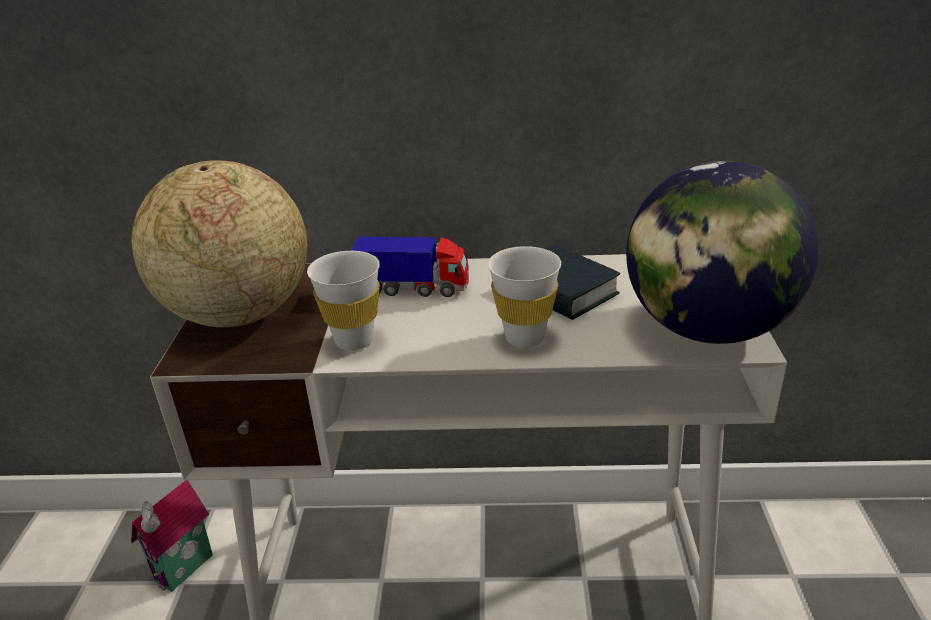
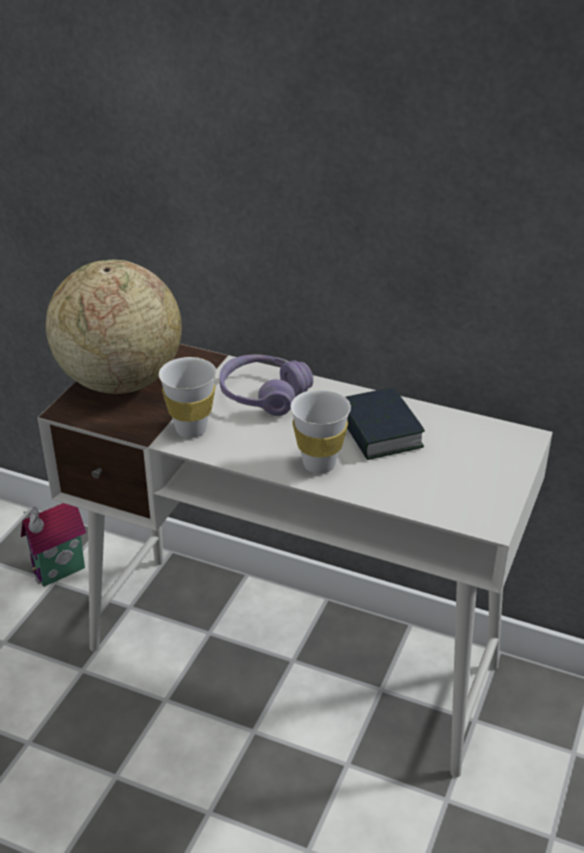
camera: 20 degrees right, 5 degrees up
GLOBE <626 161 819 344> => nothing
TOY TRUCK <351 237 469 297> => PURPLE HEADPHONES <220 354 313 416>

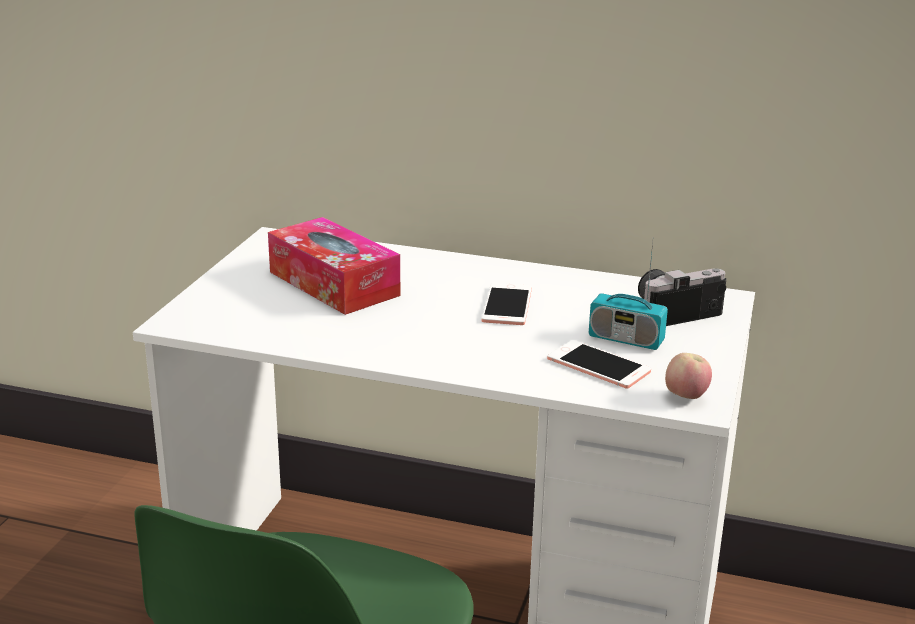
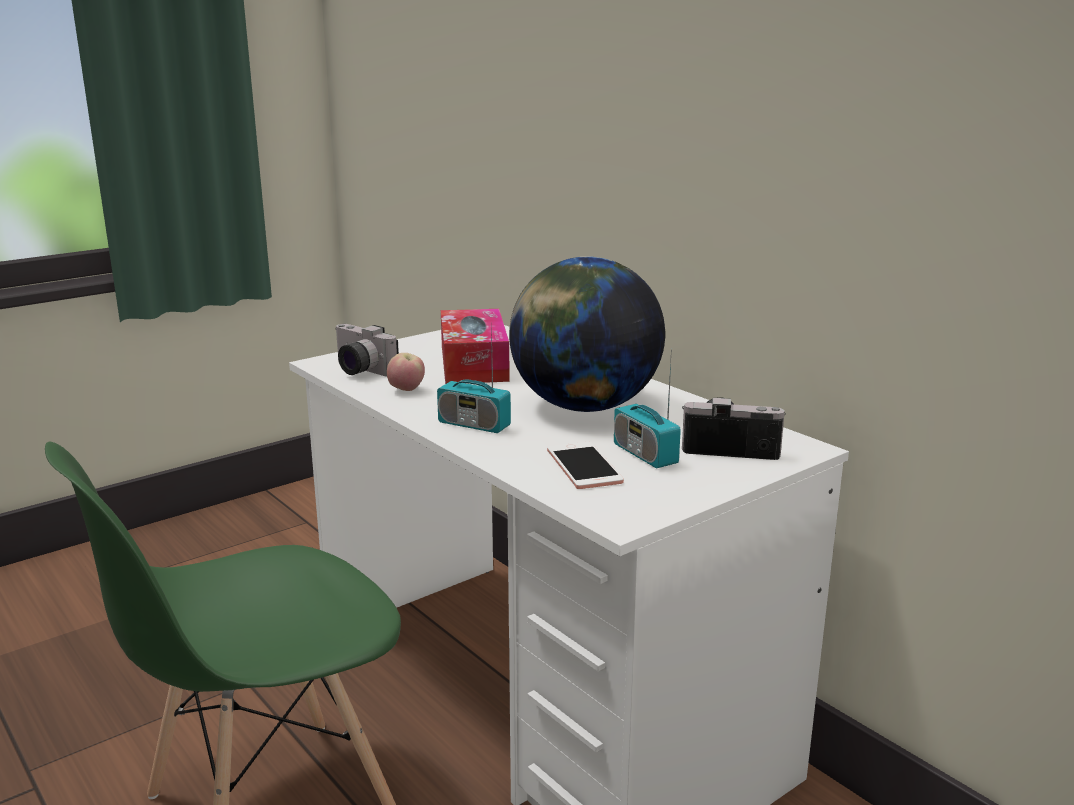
camera: 35 degrees right, 5 degrees down
nothing => PHOTO CAMERA <335 324 399 377>
nothing => RADIO <437 322 511 433>
APPLE <665 353 712 399> => APPLE <387 353 425 391>, move
PHONE <481 283 532 325> => GLOBE <509 257 665 412>

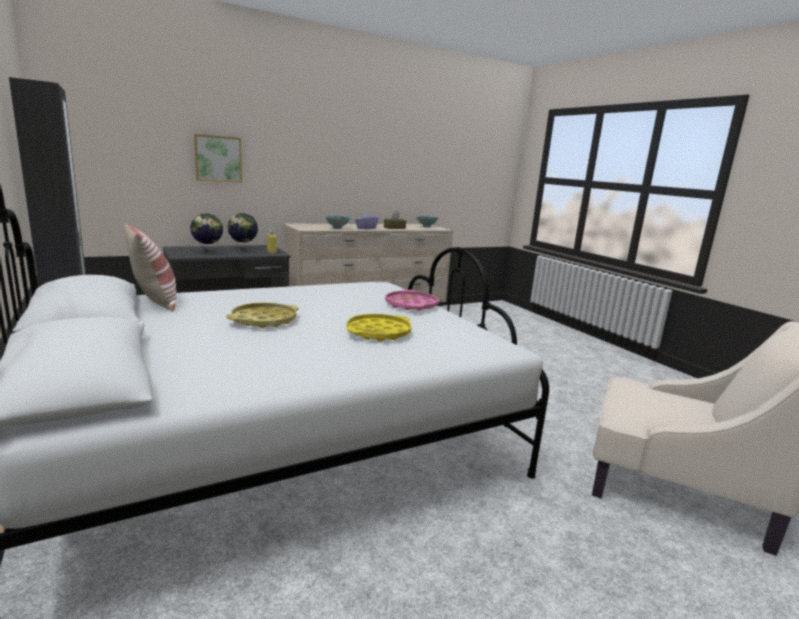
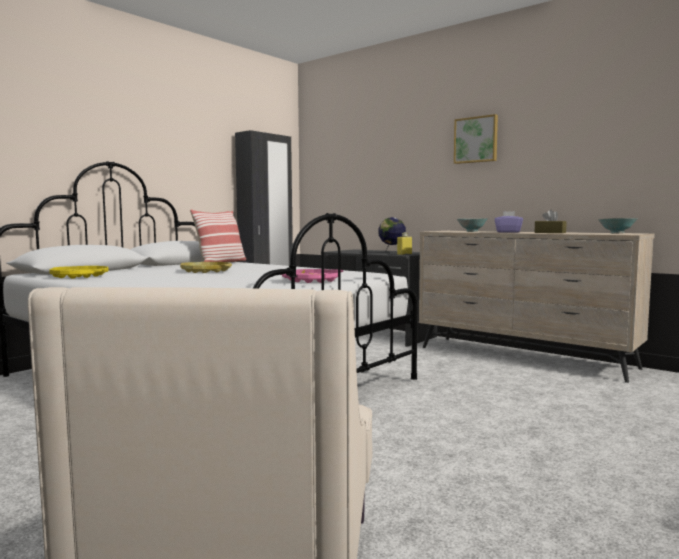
camera: 70 degrees right, 10 degrees down
GLOBE <190 214 223 253> => nothing
PICTURE <194 134 242 182> => PICTURE <454 114 498 164>, move
YELLOW TRAY <346 314 412 342> => YELLOW TRAY <49 266 109 279>, move

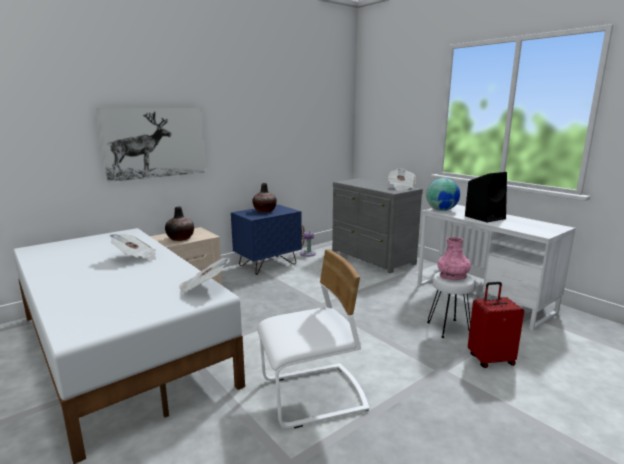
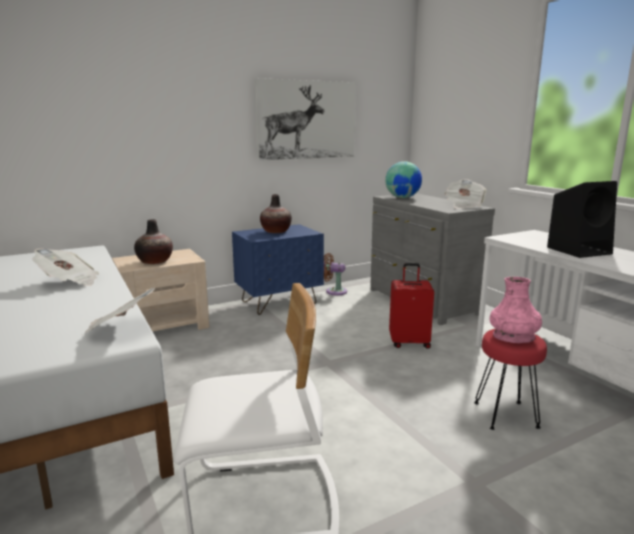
camera: 10 degrees right, 0 degrees up
PICTURE <96 107 205 182> => PICTURE <255 78 356 161>, move
GLOBE <426 178 460 211> => GLOBE <385 161 422 198>, move
RED SUITCASE <468 282 524 368> => RED SUITCASE <389 263 434 349>, move
WHITE STOOL <427 272 474 338> => RED STOOL <474 329 547 430>

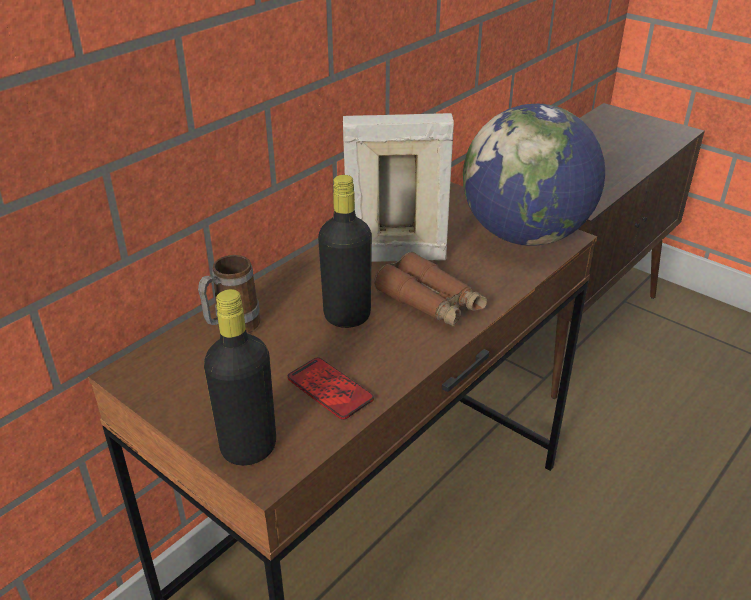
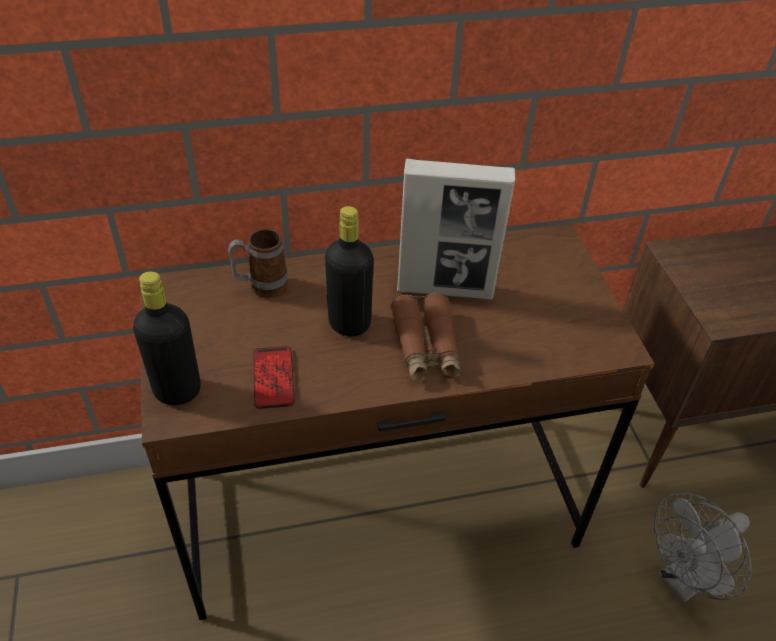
camera: 35 degrees right, 10 degrees up
GLOBE <463 104 605 245> => nothing
nothing => GREY FAN <654 492 752 603>
PICTURE FRAME <343 113 454 262> => PICTURE FRAME <397 159 515 300>, 150 degrees clockwise

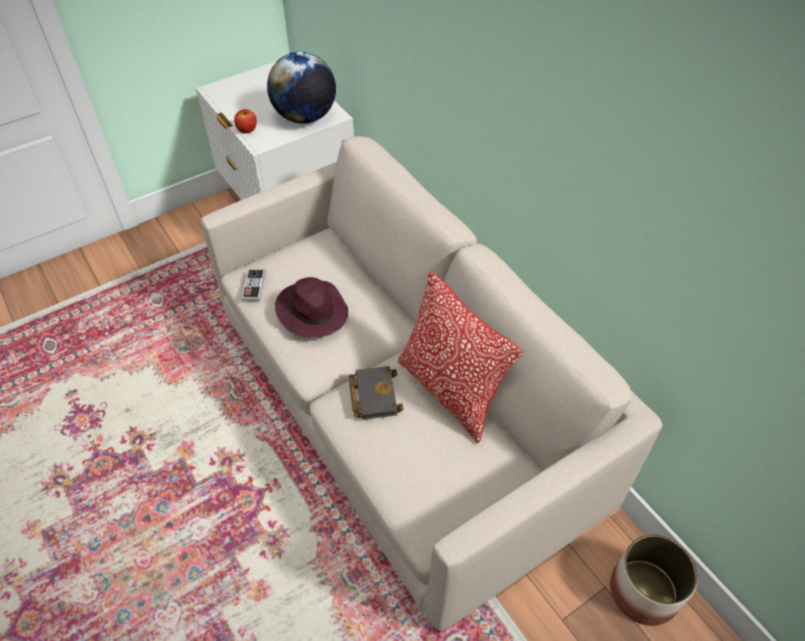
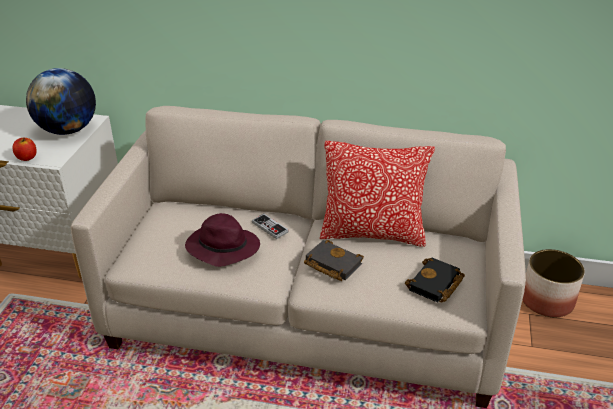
camera: 45 degrees left, 15 degrees down
nothing => BLACK BOOK <405 257 465 303>
GAME CONTROLLER <242 269 266 301> => GAME CONTROLLER <252 214 289 239>, move

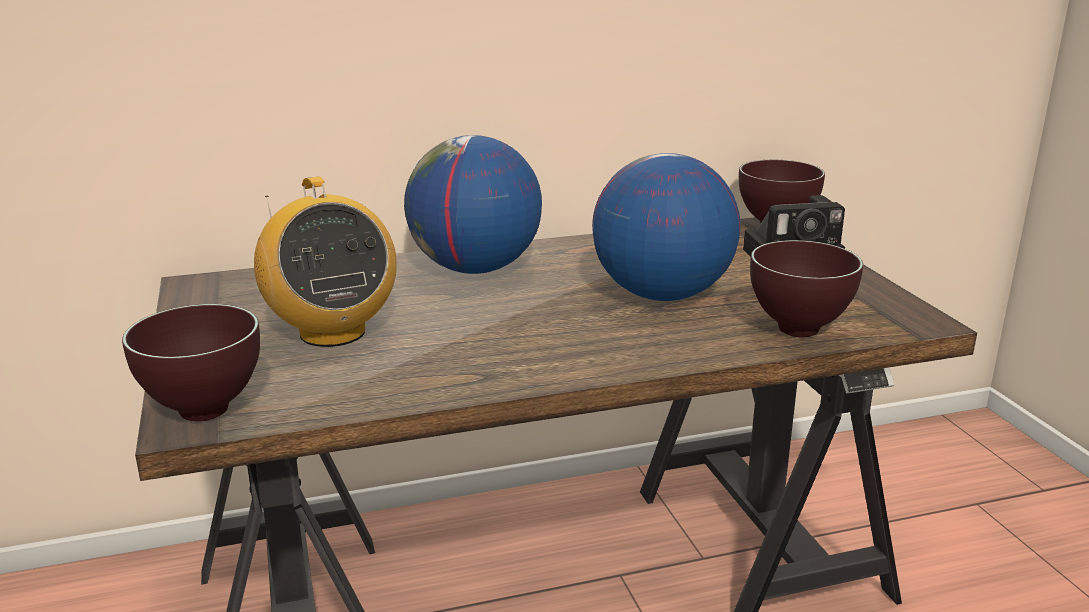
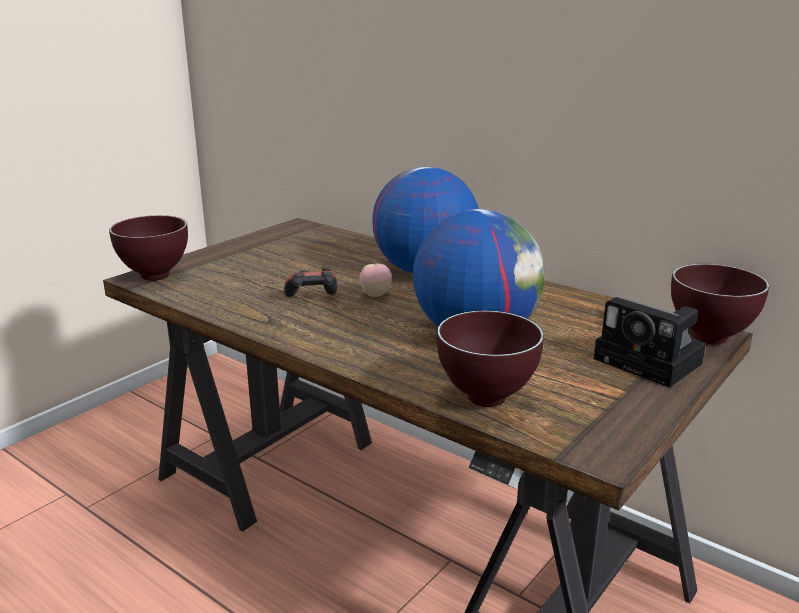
camera: 55 degrees right, 0 degrees up
RADIO <254 177 397 347> => nothing
nothing => GAME CONTROLLER <284 267 337 297>
nothing => APPLE <359 261 392 297>

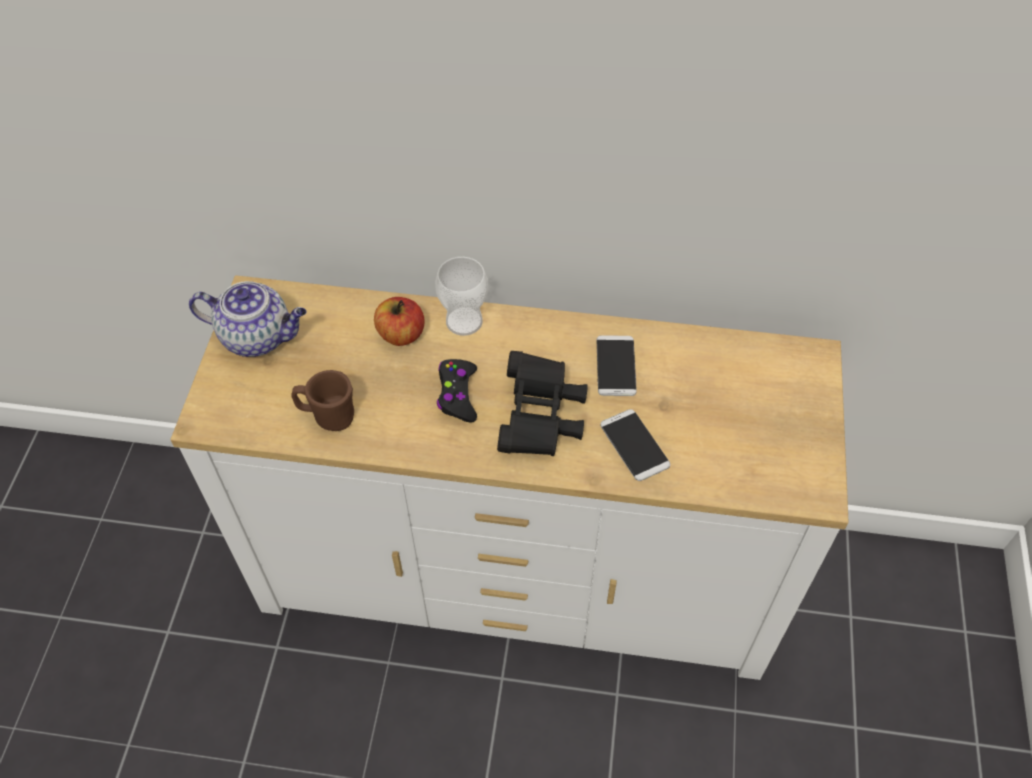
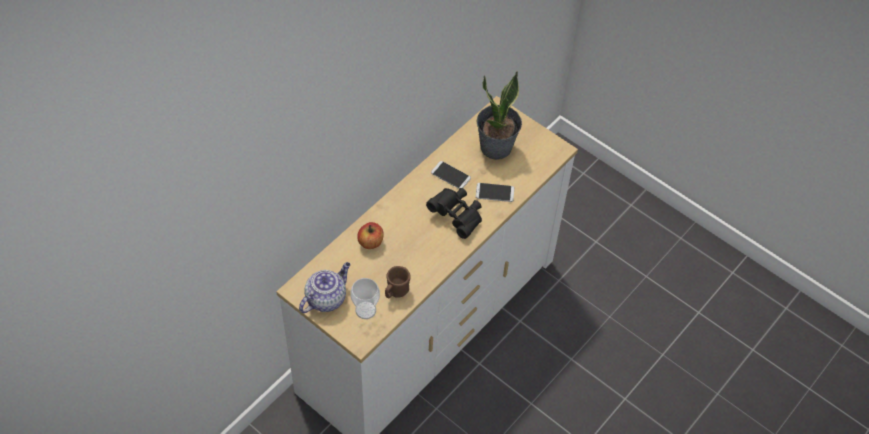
camera: 60 degrees left, 0 degrees up
BLACK GAME CONTROLLER <437 359 477 423> => nothing
nothing => POTTED PLANT <476 71 522 160>
CUP <435 257 488 336> => CUP <350 278 380 319>, move

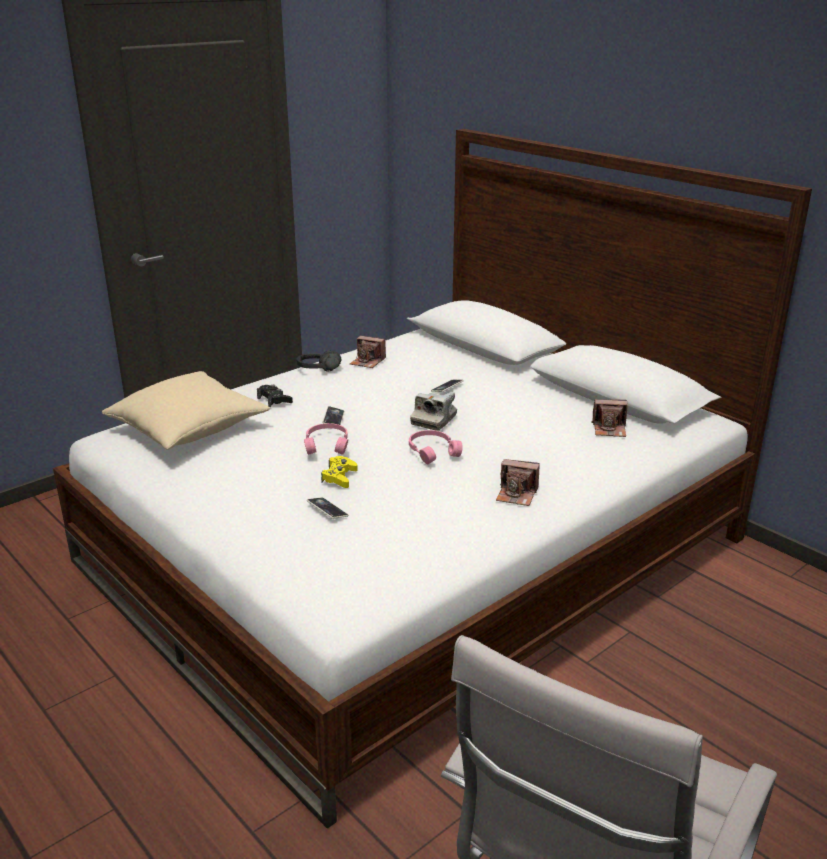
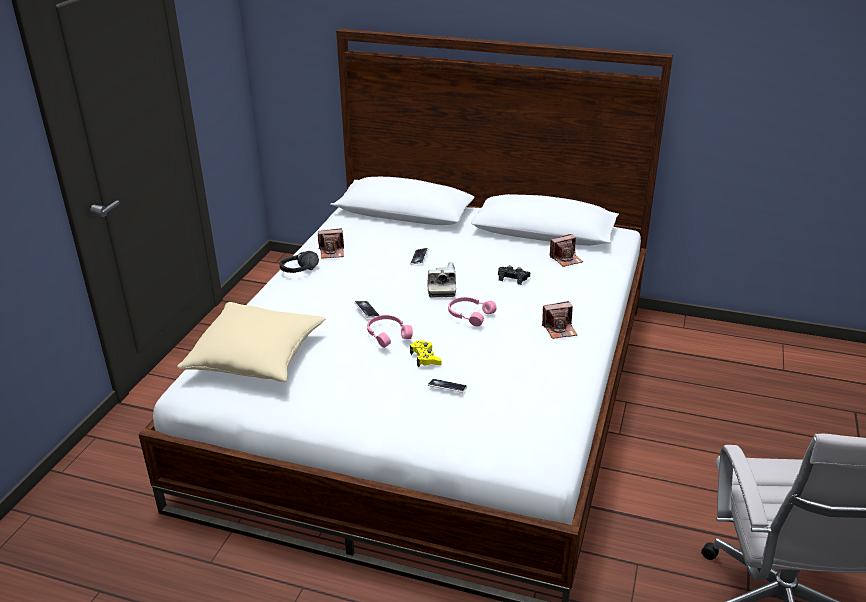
camera: 30 degrees left, 5 degrees up
BLACK GAME CONTROLLER <257 385 293 408> => BLACK GAME CONTROLLER <498 265 530 285>, move

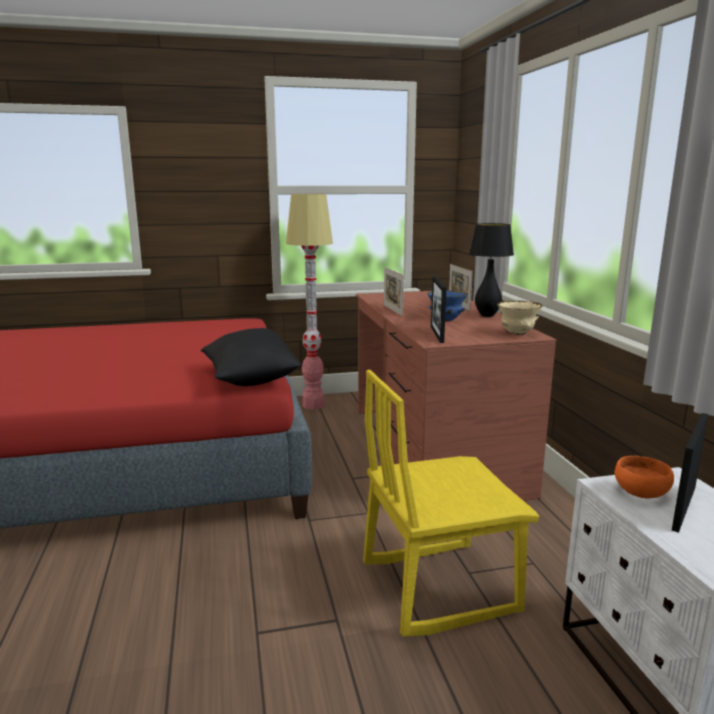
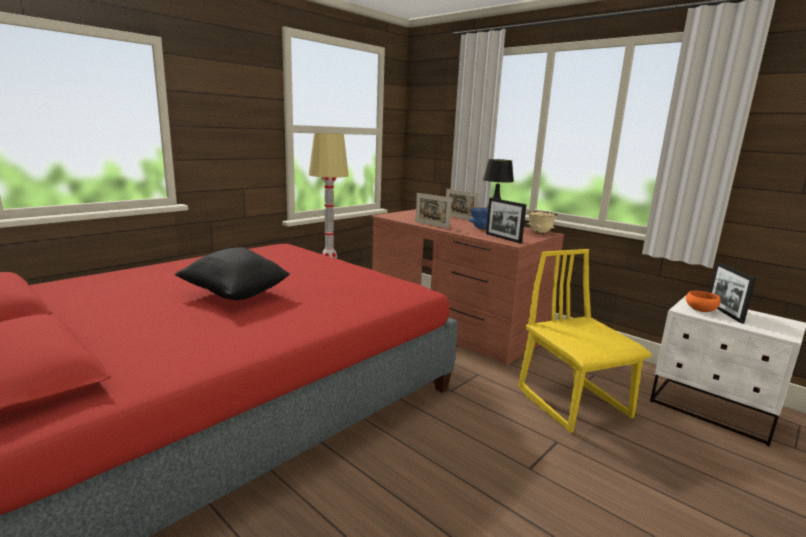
camera: 35 degrees left, 0 degrees up
BLACK PILLOW <201 328 302 386> => BLACK PILLOW <175 247 290 300>, move
YELLOW CHAIR <363 370 539 637> => YELLOW CHAIR <518 249 652 433>, 120 degrees clockwise

